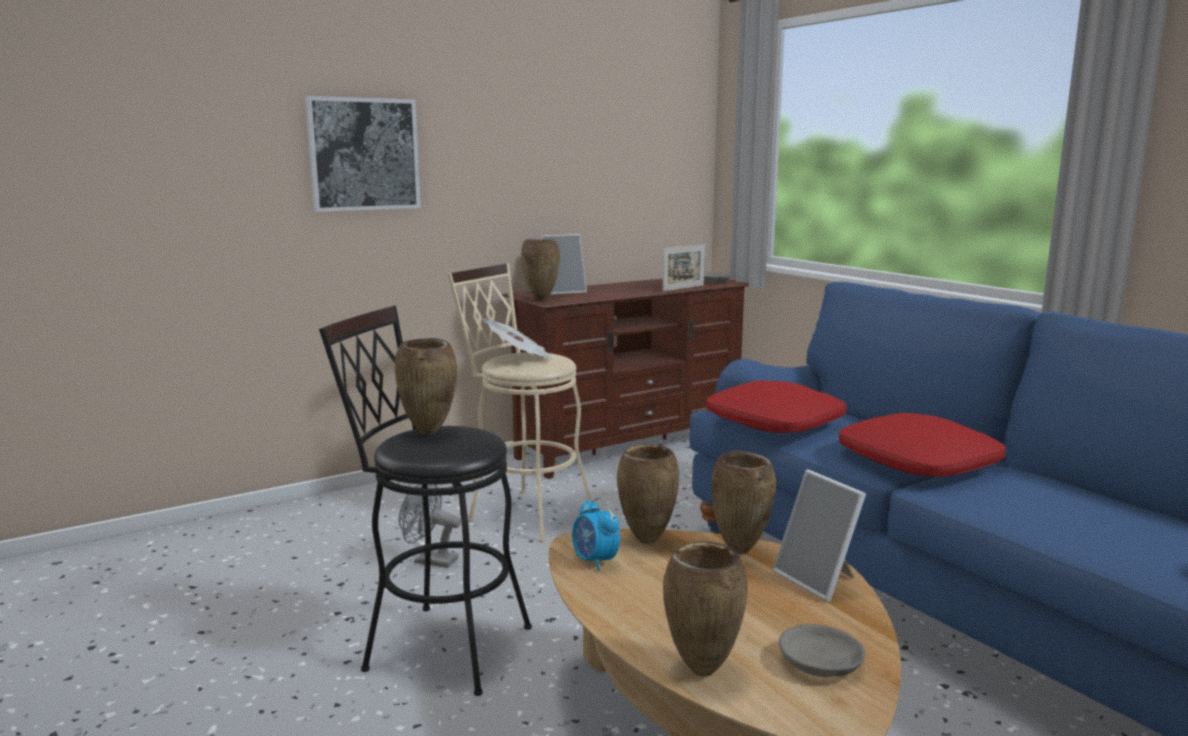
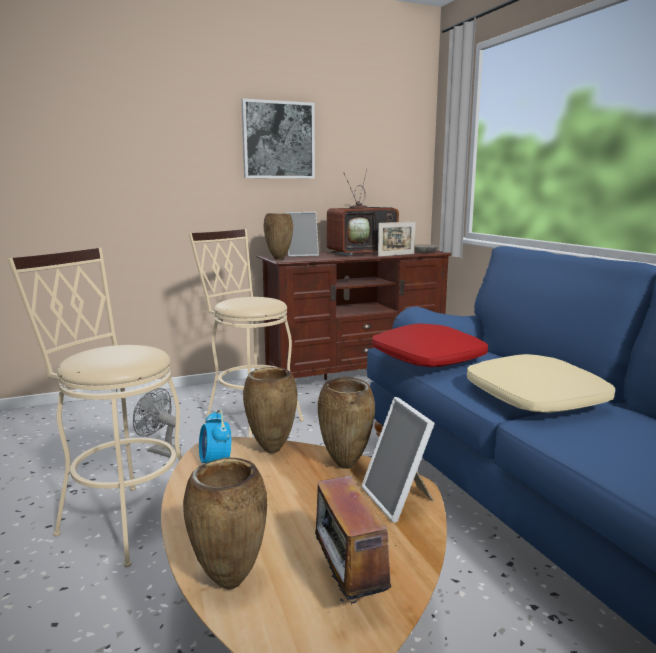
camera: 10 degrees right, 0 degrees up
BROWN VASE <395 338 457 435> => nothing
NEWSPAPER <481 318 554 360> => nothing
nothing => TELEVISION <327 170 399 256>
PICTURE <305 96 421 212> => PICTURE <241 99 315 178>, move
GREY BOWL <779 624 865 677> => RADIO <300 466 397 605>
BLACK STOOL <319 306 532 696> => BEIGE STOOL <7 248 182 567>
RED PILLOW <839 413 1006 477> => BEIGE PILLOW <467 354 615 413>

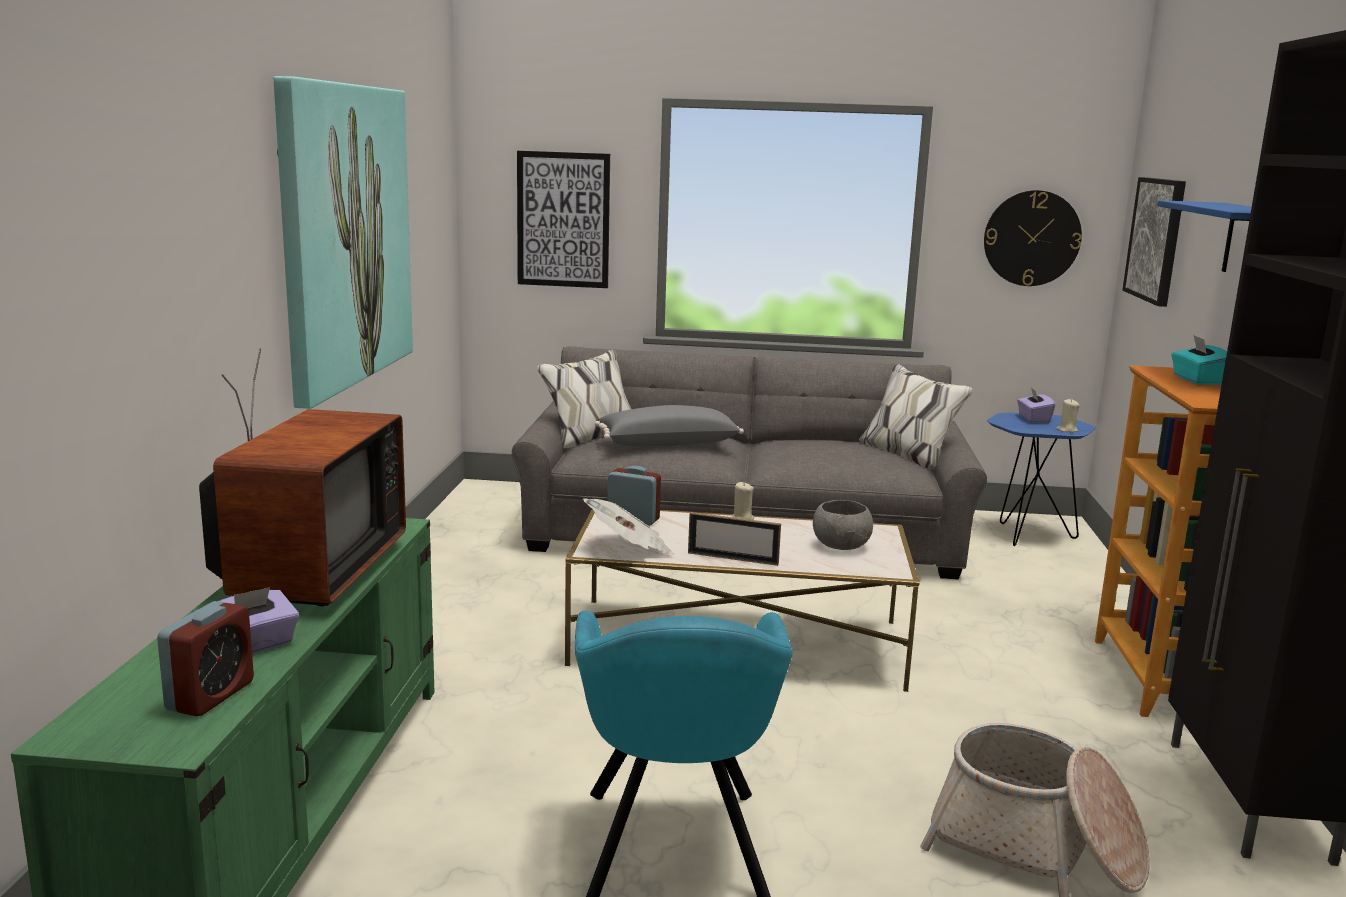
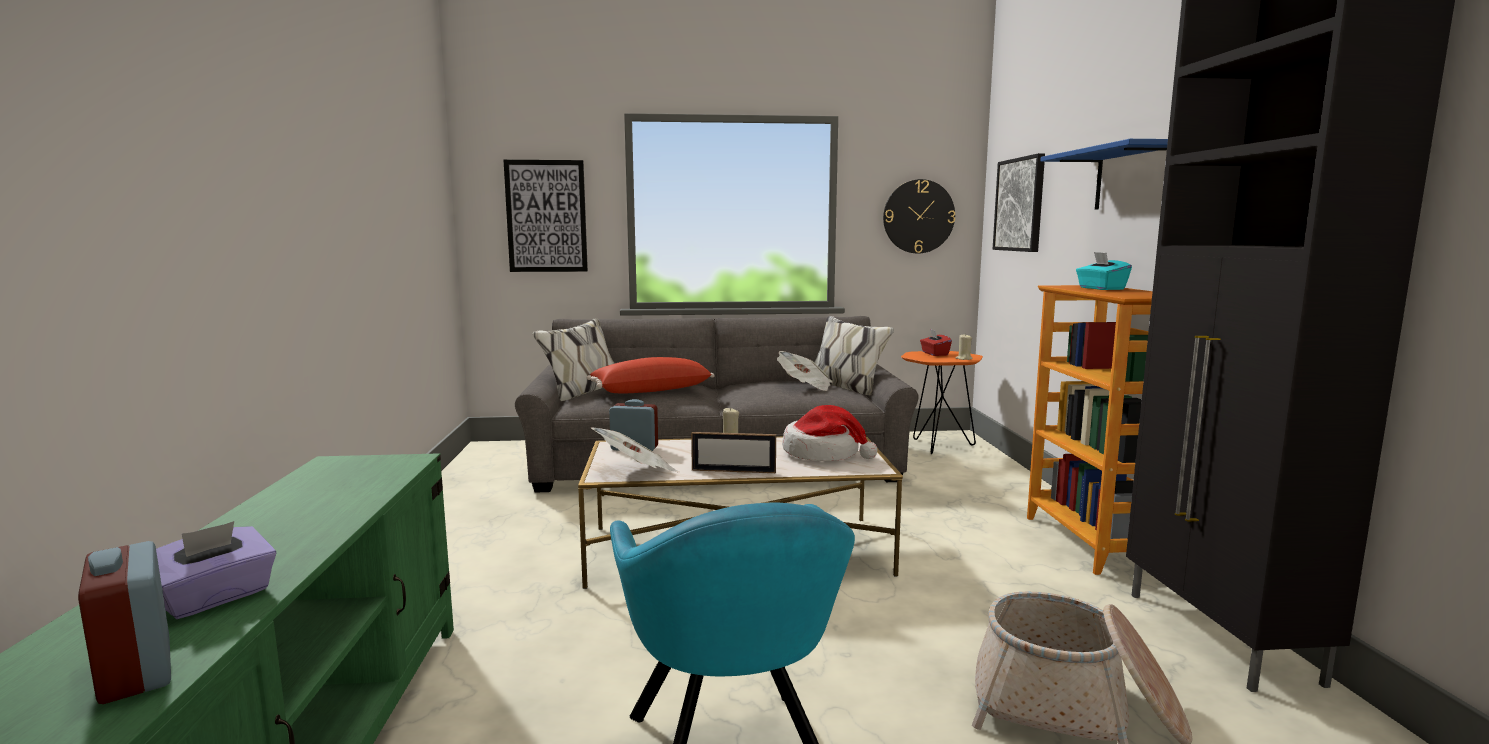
camera: 10 degrees left, 5 degrees down
TELEVISION <199 349 406 606> => nothing
PICTURE <273 76 413 409> => nothing
nothing => NEWSPAPER <777 351 833 391>
GREY BOWL <813 500 873 550> => HAT <782 405 878 461>
GREY PILLOW <595 405 744 446> => RED PILLOW <587 357 715 393>
BLUE SIDE TABLE <987 413 1096 546> => ORANGE SIDE TABLE <901 351 983 454>
PURPLE TISSUE BOX <1017 388 1055 423> => RED TISSUE BOX <920 329 952 356>
ALARM CLOCK <157 601 254 716> => ALARM CLOCK <78 541 171 704>, 135 degrees clockwise

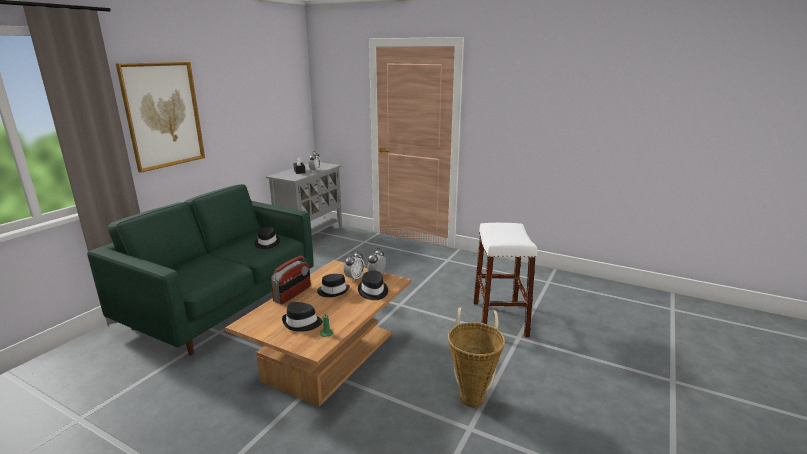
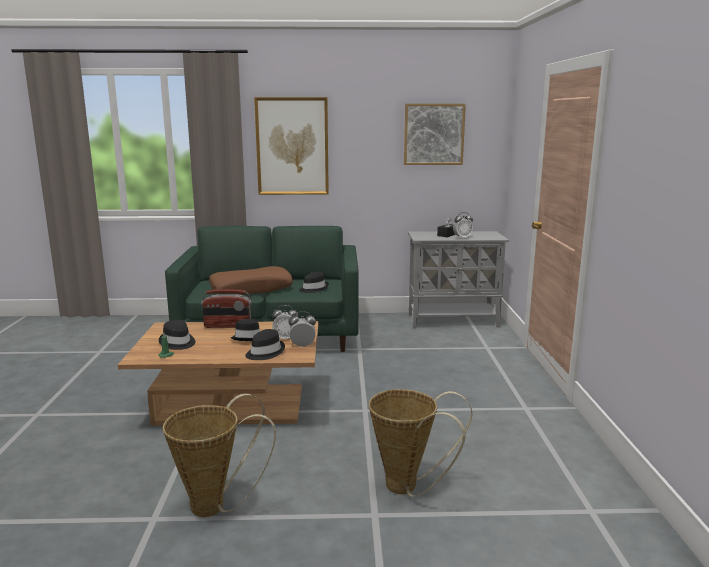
camera: 60 degrees right, 5 degrees down
nothing => BROWN PILLOW <209 266 293 294>
nothing => PICTURE <404 104 466 165>
WHITE STOOL <473 223 537 337> => BASKET <369 389 473 497>

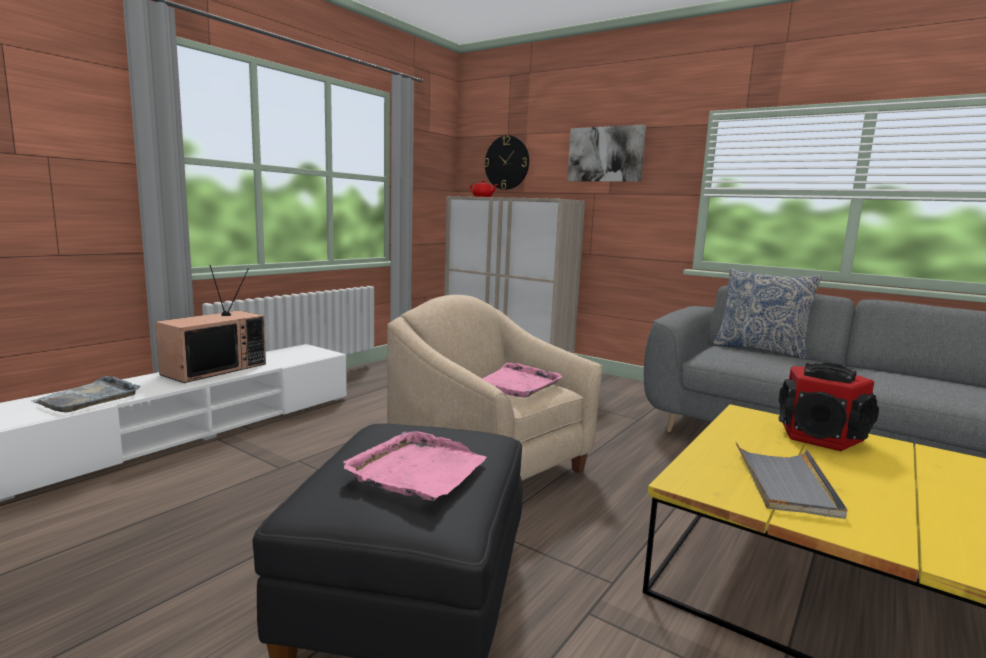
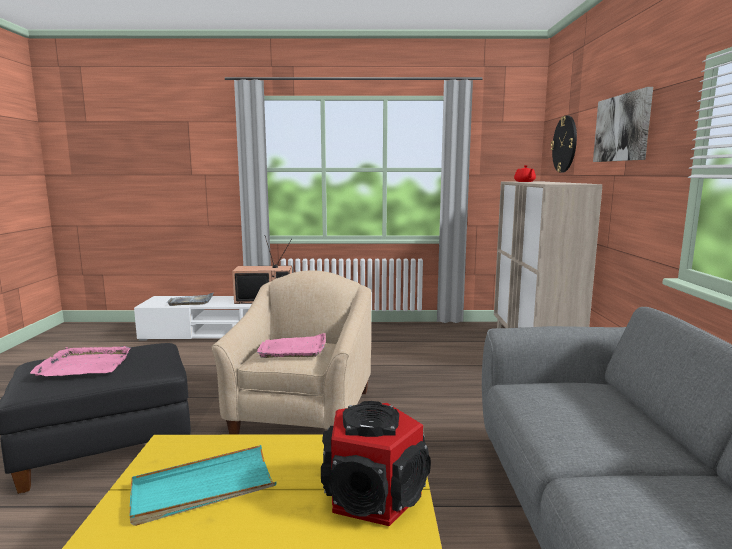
camera: 55 degrees right, 0 degrees up
PILLOW <713 268 822 360> => nothing
GREY TRAY <736 442 847 519> => TURQUOISE TRAY <130 445 277 526>

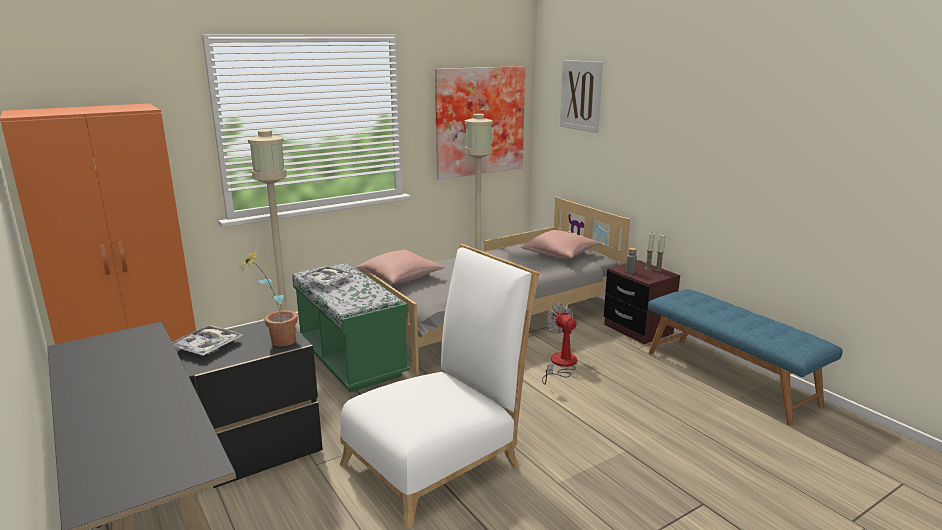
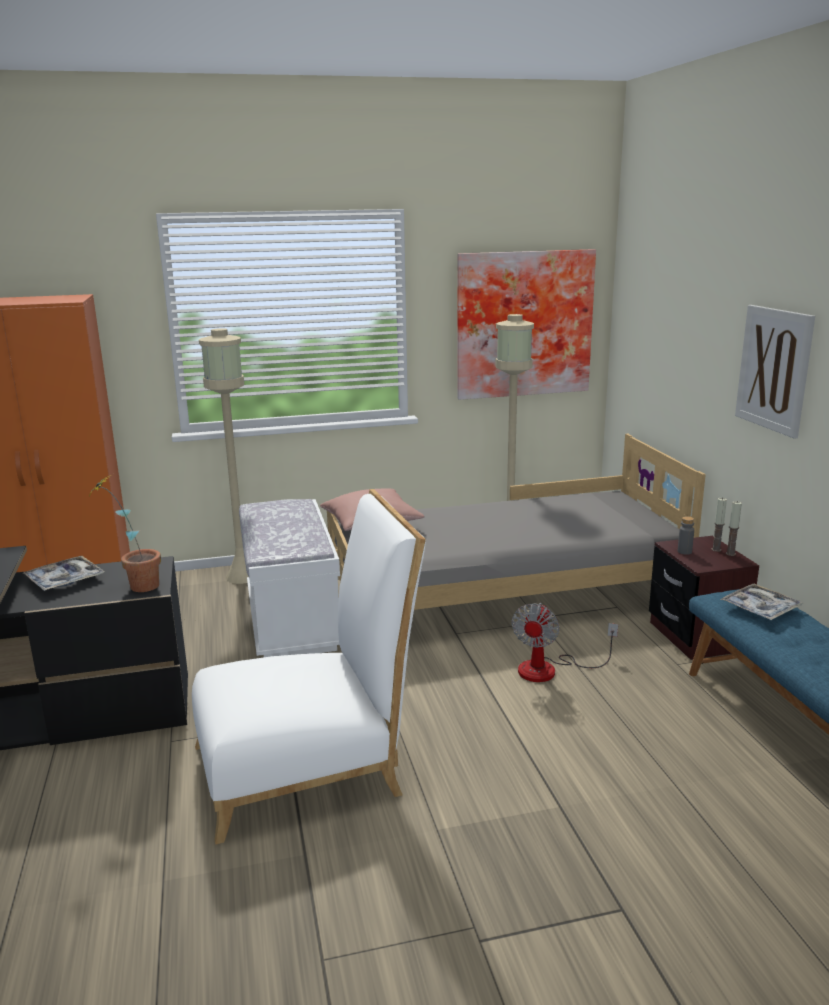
camera: 20 degrees right, 0 degrees up
PINK PILLOW <521 230 600 259> => nothing
TRAY <299 266 353 285> => TRAY <720 583 803 620>, move
PICTURE <560 60 603 133> => PICTURE <735 305 815 439>, move
GREEN BENCH <292 264 410 392> => WHITE BENCH <239 499 340 657>
FAN <542 303 577 385> => FAN <511 603 618 682>, 150 degrees counterclockwise

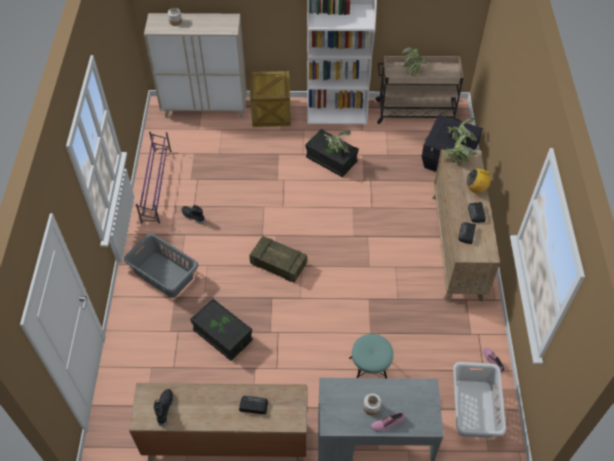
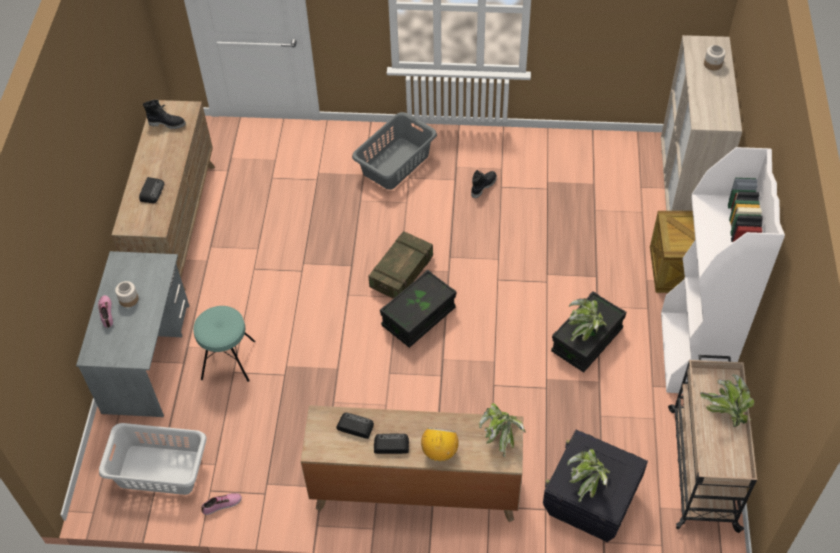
camera: 95 degrees right, 0 degrees up
PURPLE SHOE RACK <136 132 171 223> => nothing
BLACK STORAGE BOX <190 298 253 361> => BLACK STORAGE BOX <380 270 457 348>, move

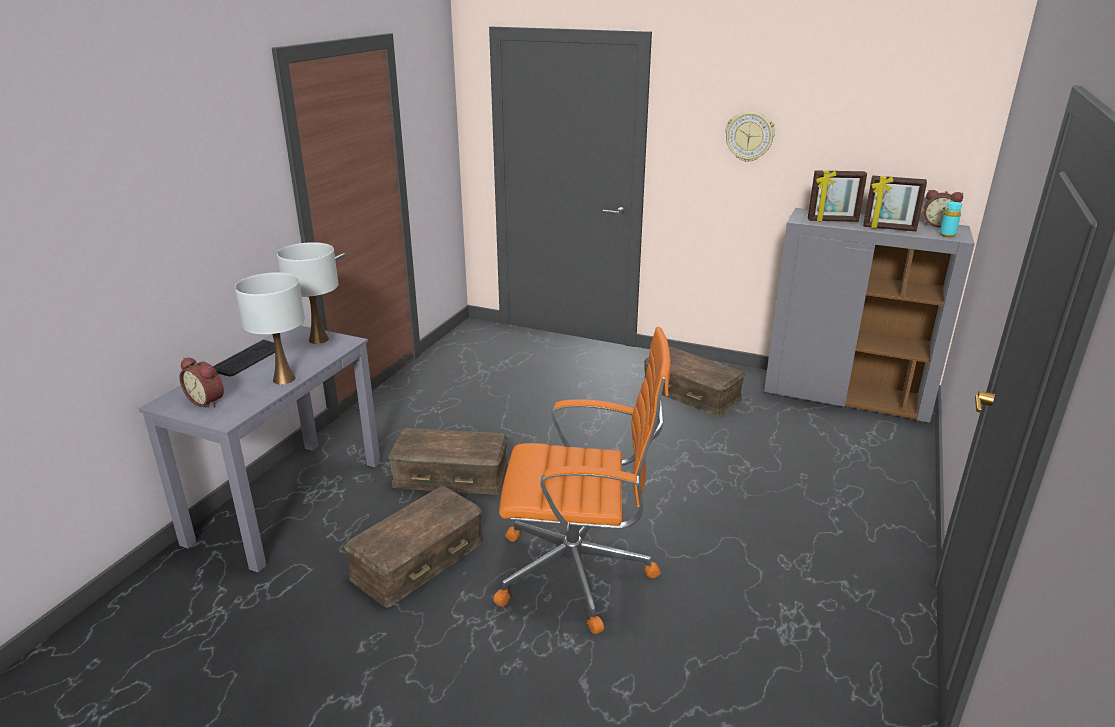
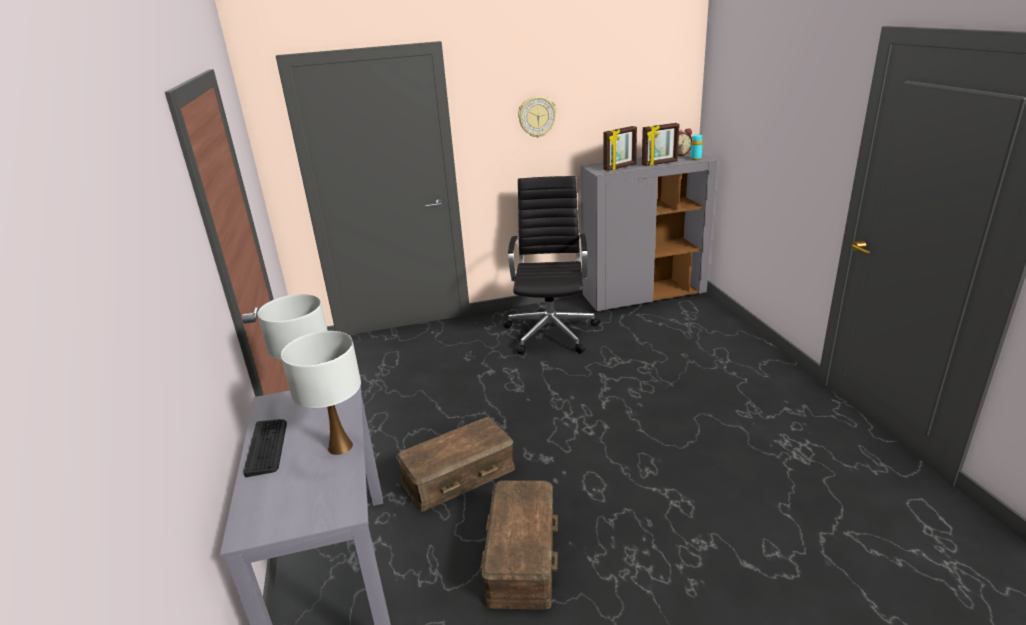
camera: 35 degrees left, 0 degrees up
ALARM CLOCK <180 357 224 408> => nothing
ORANGE OFFICE CHAIR <493 327 671 634> => nothing
BROWN STORAGE BOX <644 347 745 417> => BLACK OFFICE CHAIR <504 176 600 354>

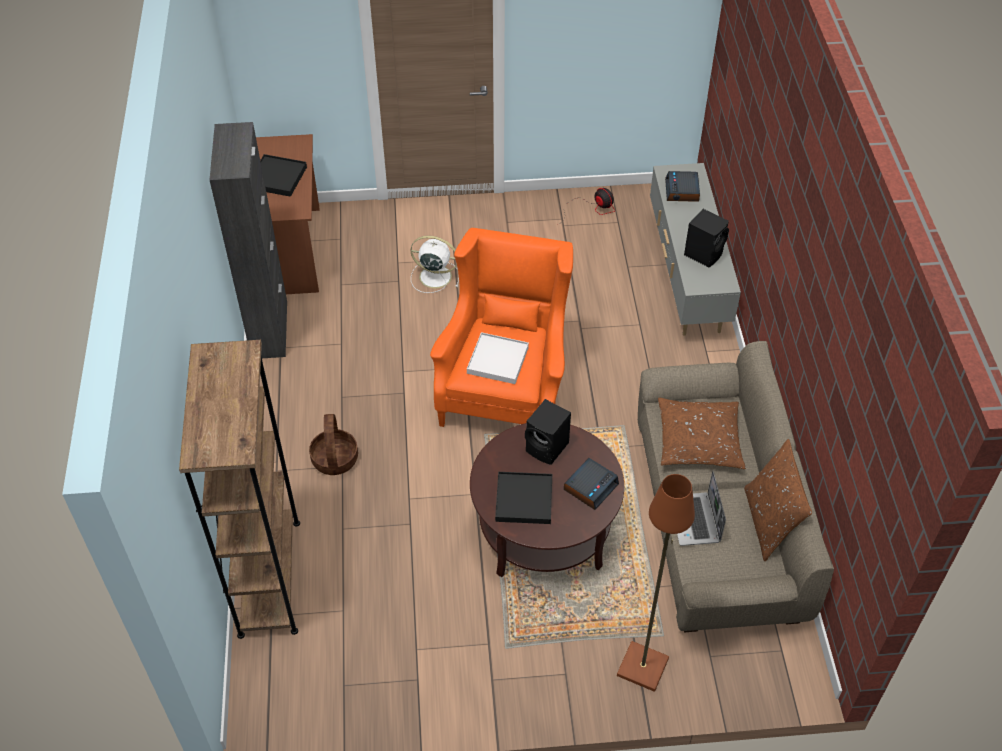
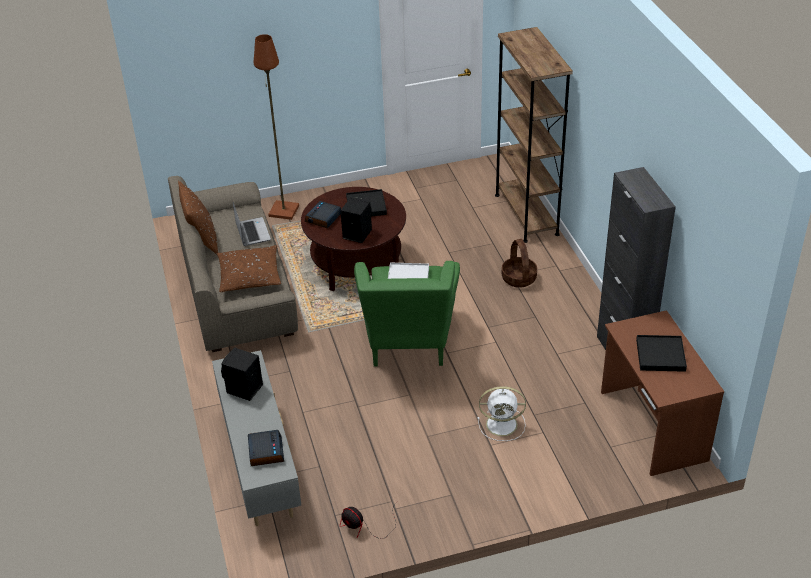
camera: 170 degrees right, 10 degrees down
ORANGE ARMCHAIR <430 228 573 427> => GREEN ARMCHAIR <354 261 460 367>

